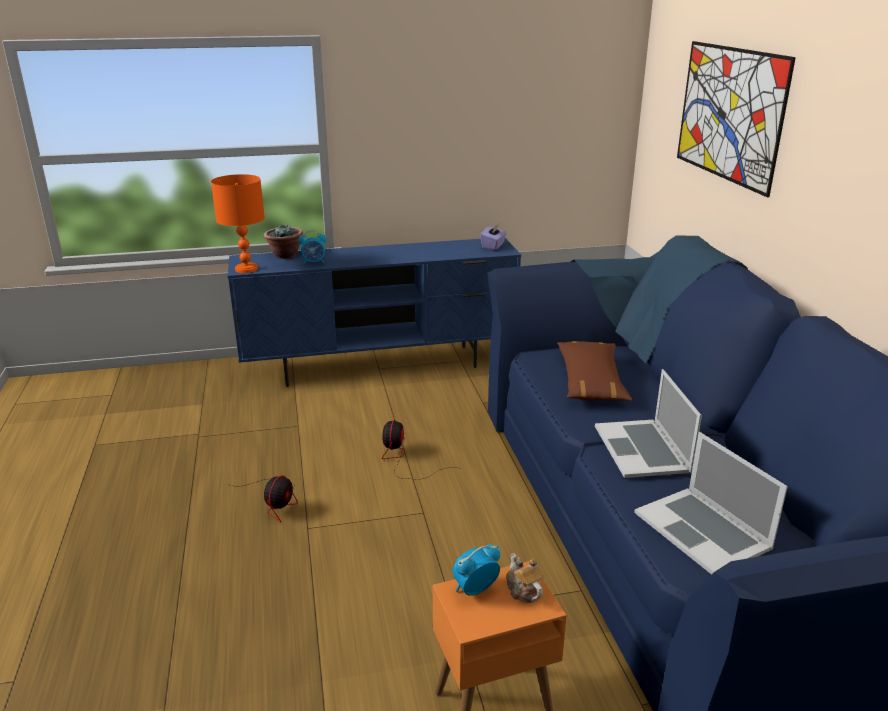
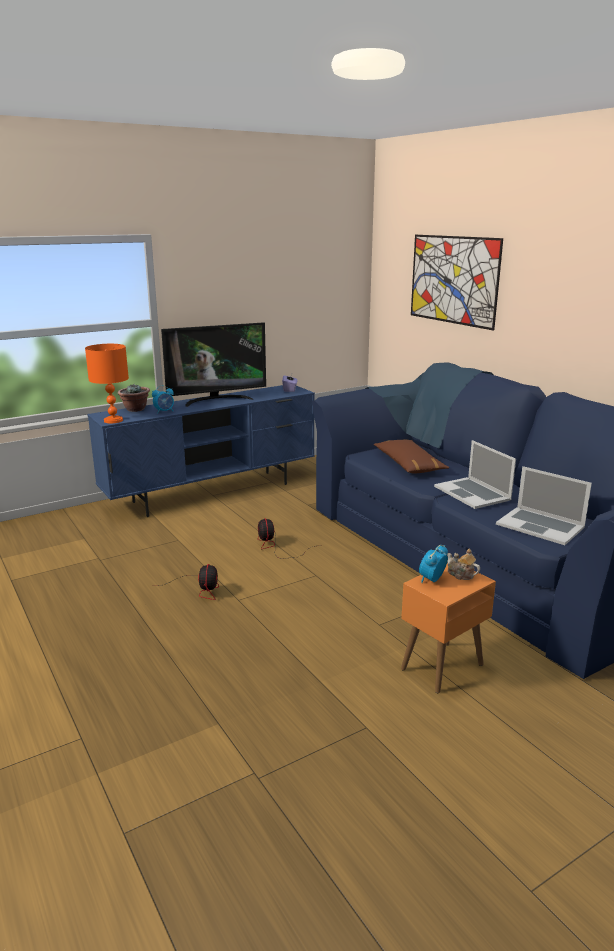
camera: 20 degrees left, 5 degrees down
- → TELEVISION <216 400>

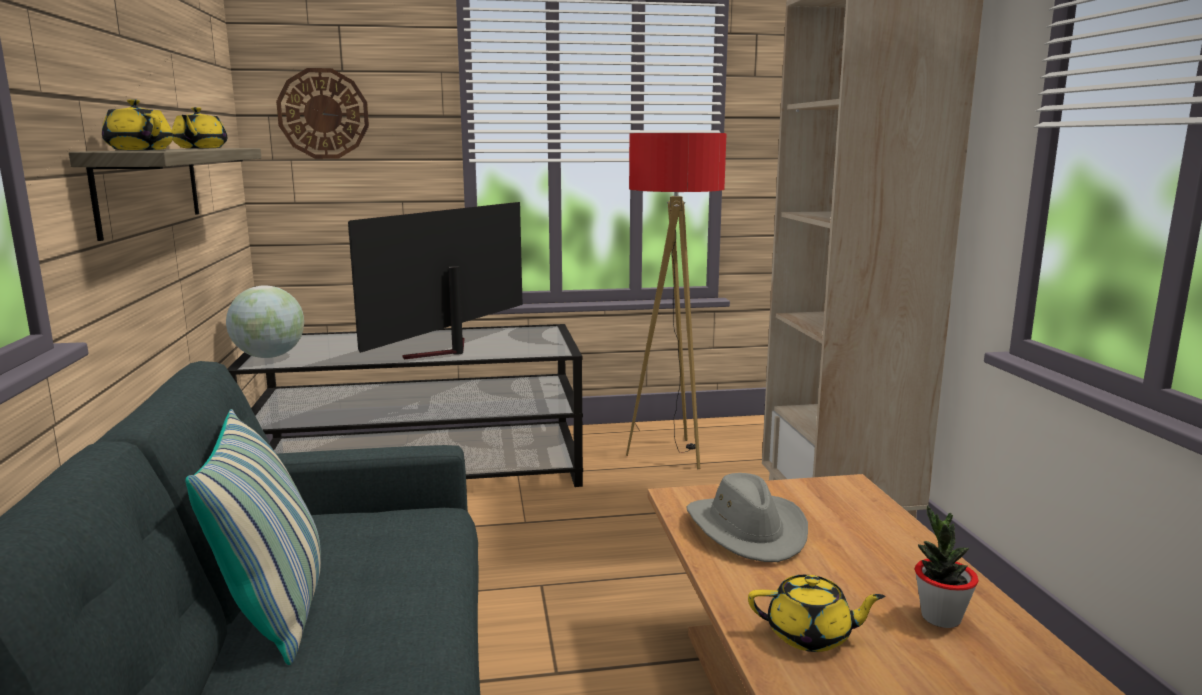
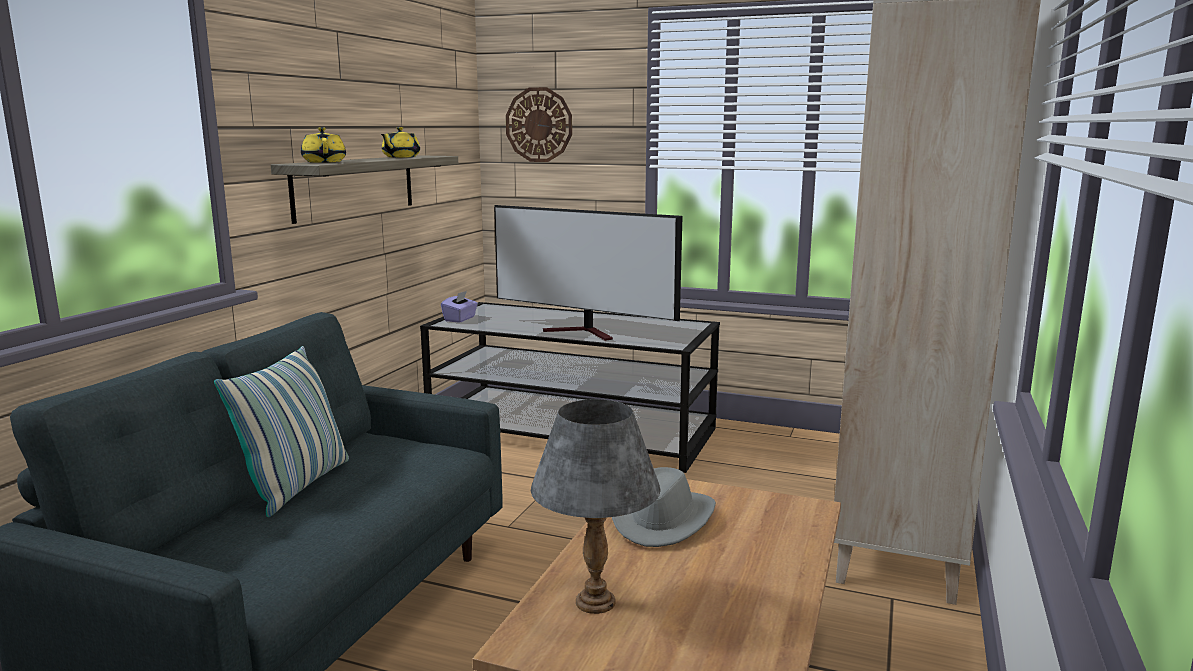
camera: 30 degrees right, 0 degrees up
GLOBE <269 356> → PURPLE TISSUE BOX <460 319>
TELEVISION <445 352> → TELEVISION <585 332>, 120 degrees counterclockwise
FLOOR LAMP <671 454> → -
YELLOW TEAPOT <810 635> → GREY TABLE LAMP <596 602>
POTTED PLANT <940 617> → -

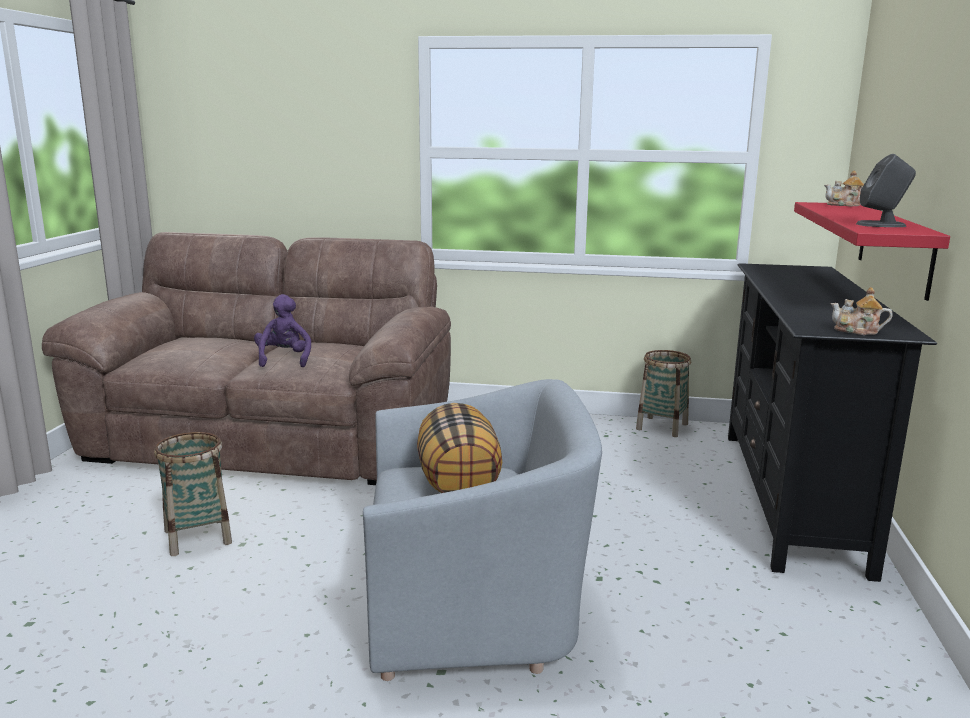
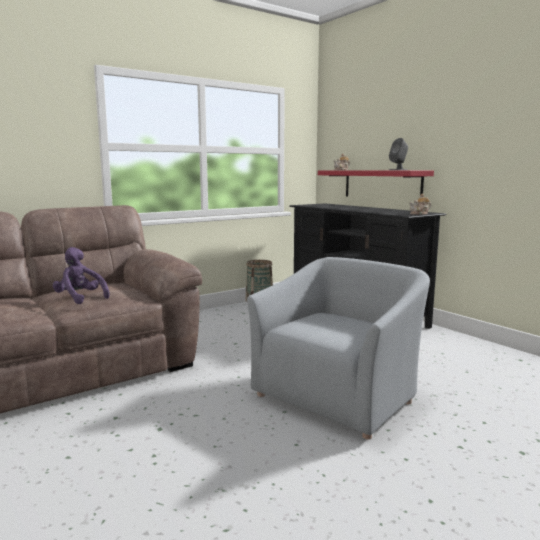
camera: 45 degrees left, 5 degrees down
BASKET <198 537> → -
PILLOW <459 484> → -

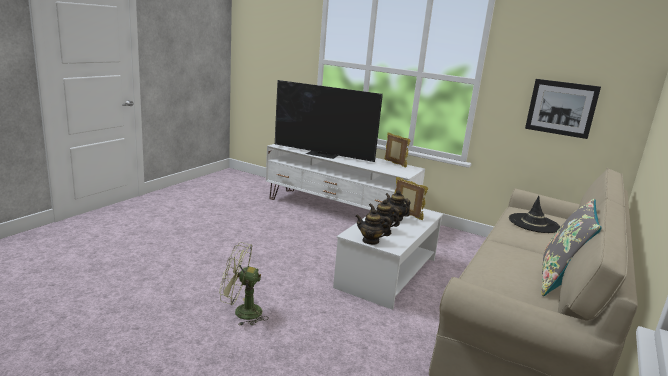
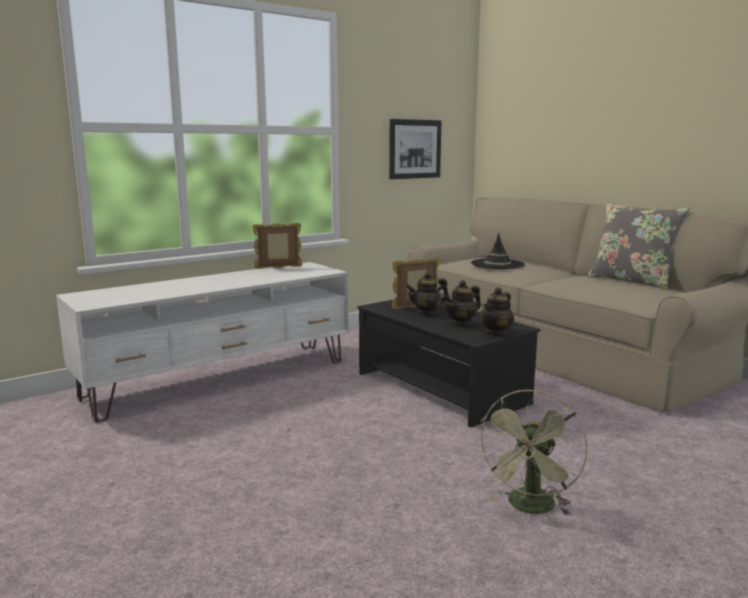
camera: 65 degrees left, 5 degrees down
TELEVISION <323 154> → -
WHITE COFFEE TABLE <387 273> → BLACK COFFEE TABLE <441 388>

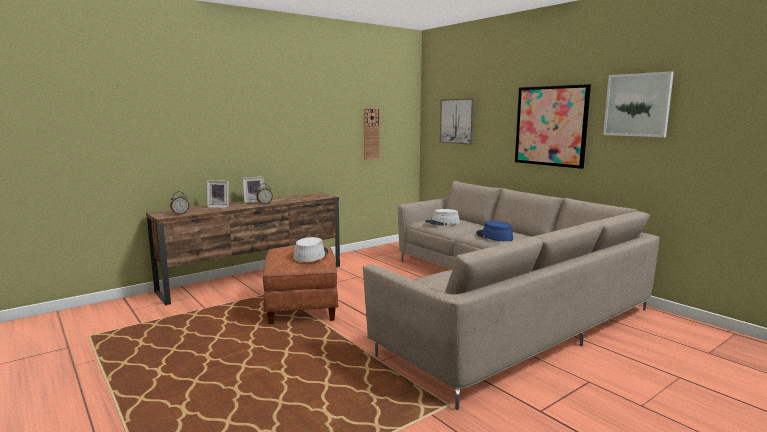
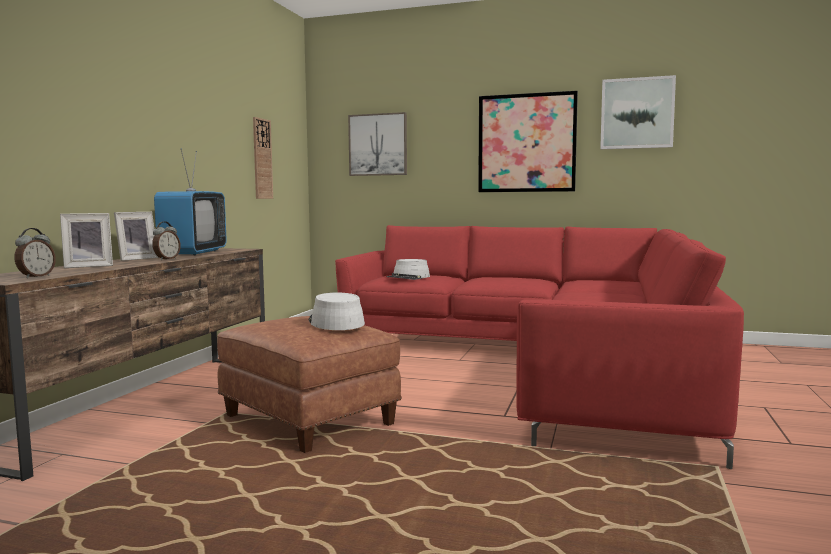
camera: 35 degrees left, 5 degrees down
BEIGE SOFA <499 302> → RED SOFA <542 362>
BLUE HAT <494 236> → -
- → TELEVISION <193 253>

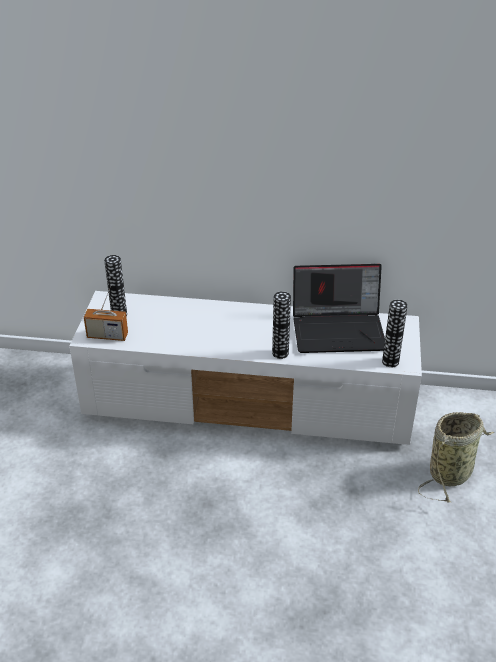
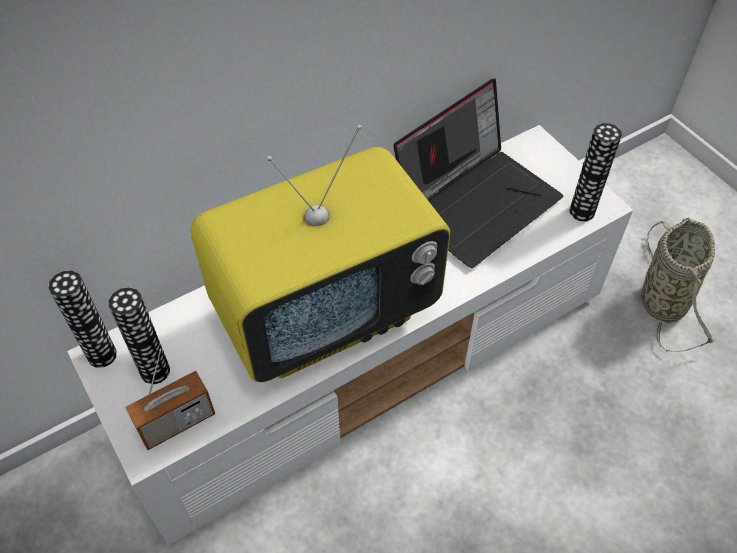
camera: 40 degrees left, 15 degrees up
VASE <280 353> → VASE <102 355>, shifted
- → TELEVISION <326 312>

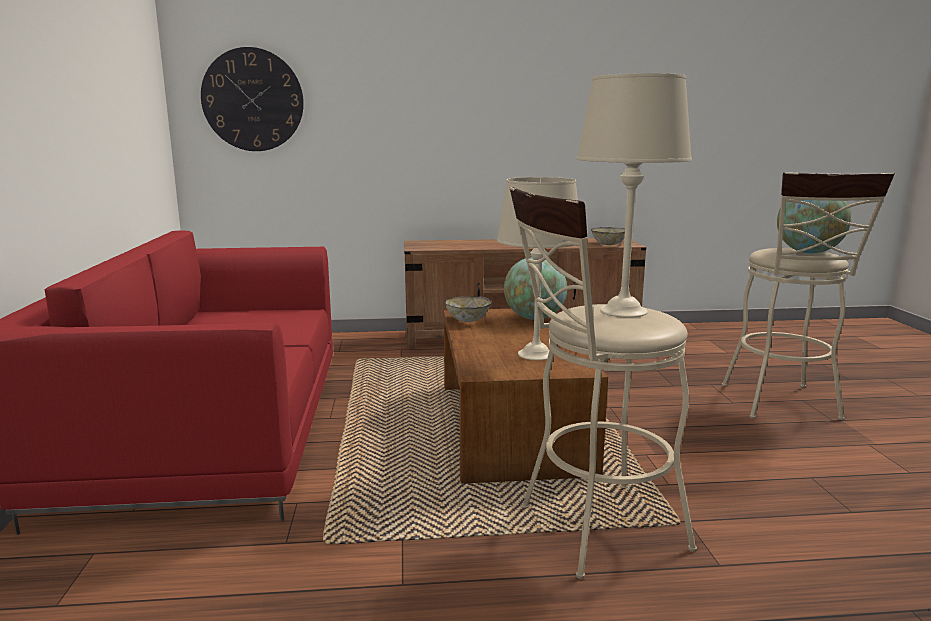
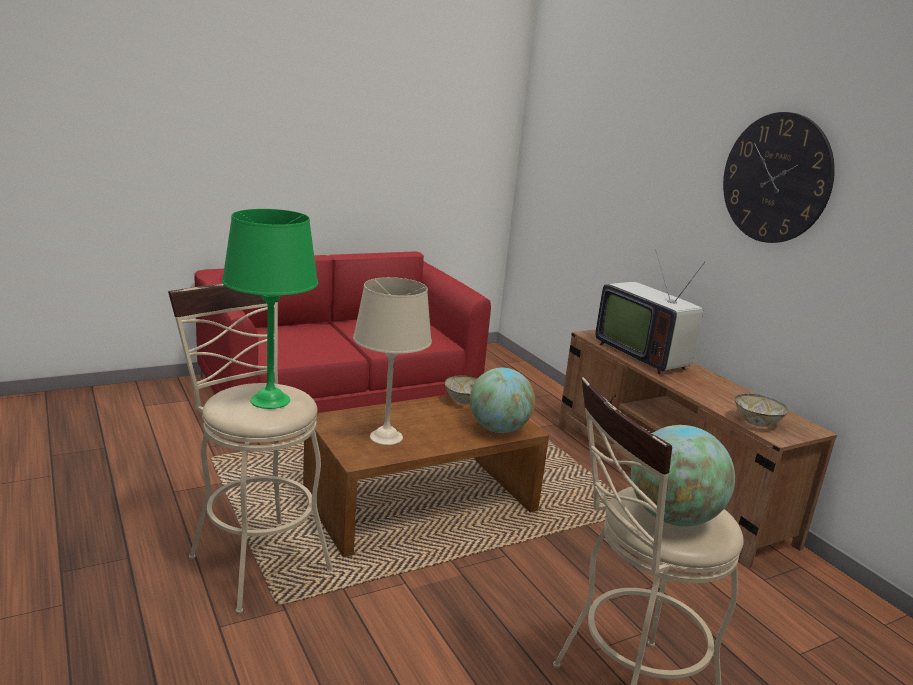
camera: 65 degrees right, 5 degrees up
WALL CLOCK <253 100> → WALL CLOCK <776 178>, shifted
BEIGE TABLE LAMP <624 311> → GREEN TABLE LAMP <269 400>
- → TELEVISION <643 355>

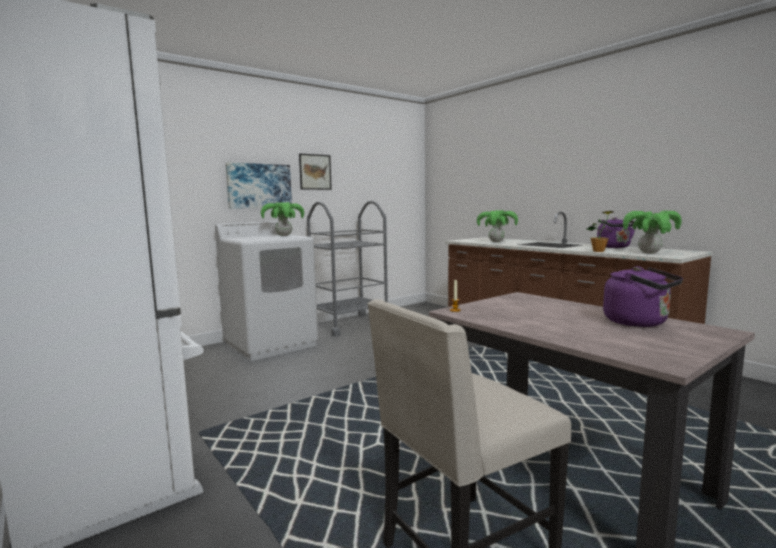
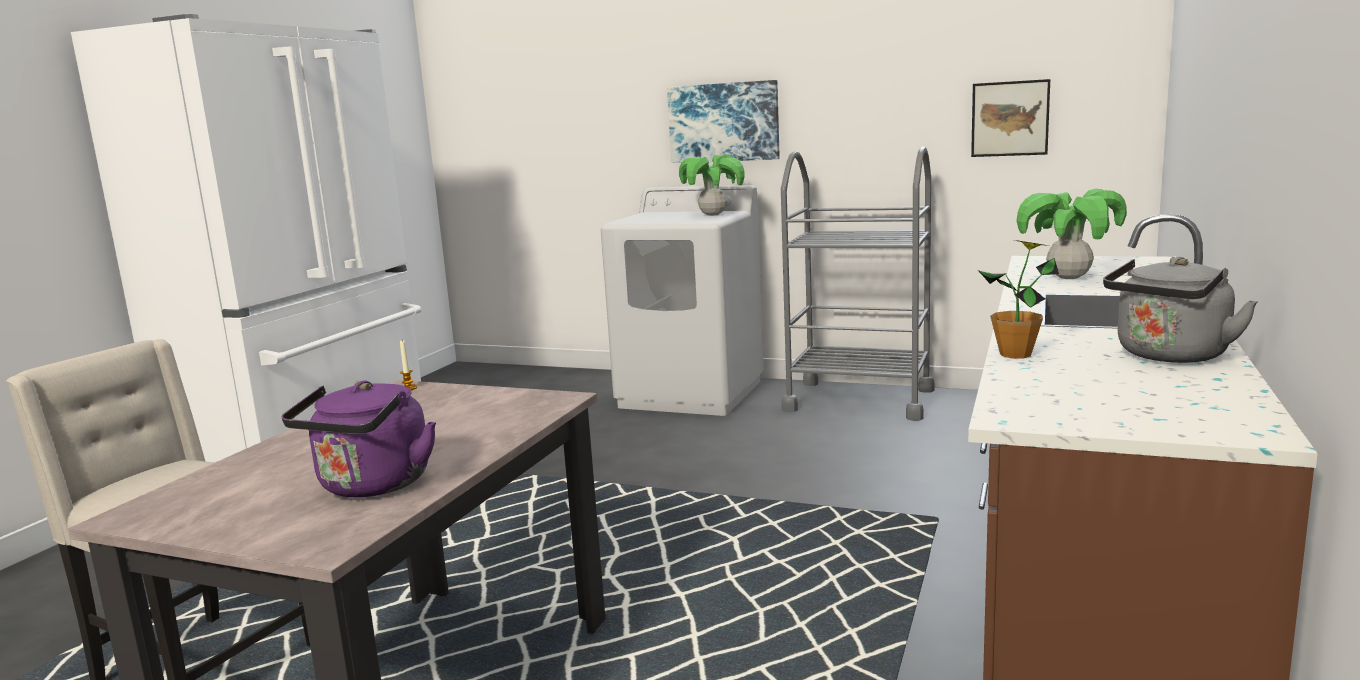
camera: 60 degrees right, 5 degrees up
PICTURE <315 172> → PICTURE <1010 118>, shifted
PURPLE KETTLE <615 247> → GREY KETTLE <1169 356>
POTTED PLANT <649 253> → -

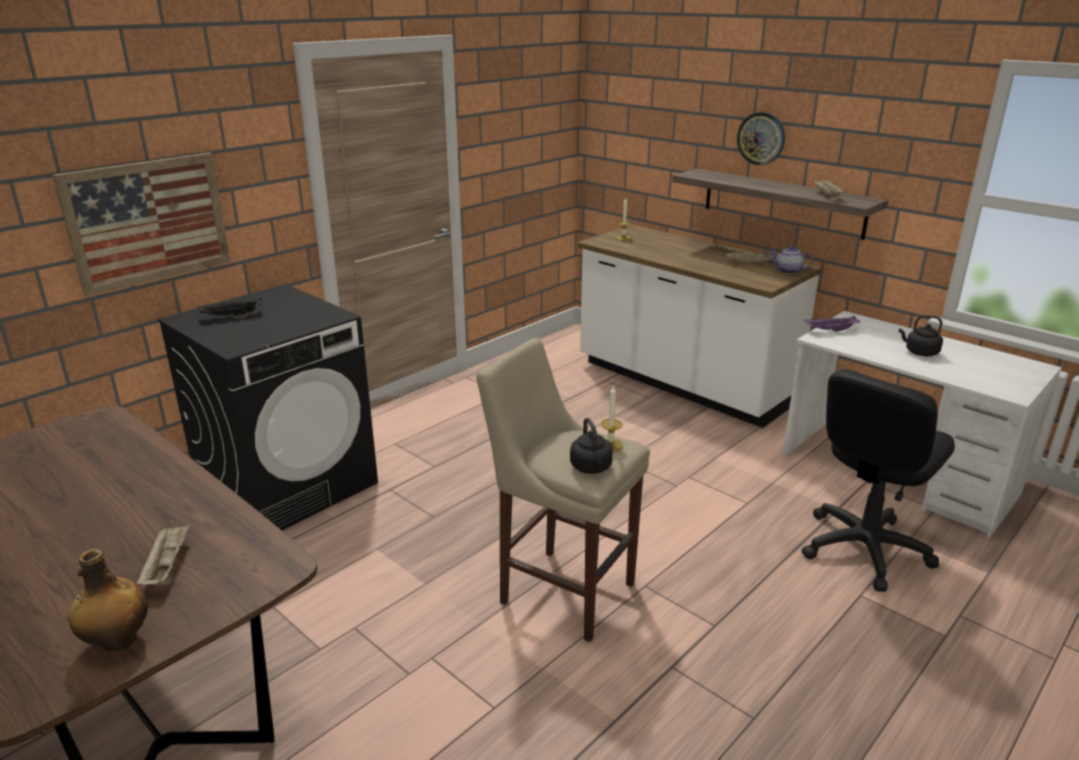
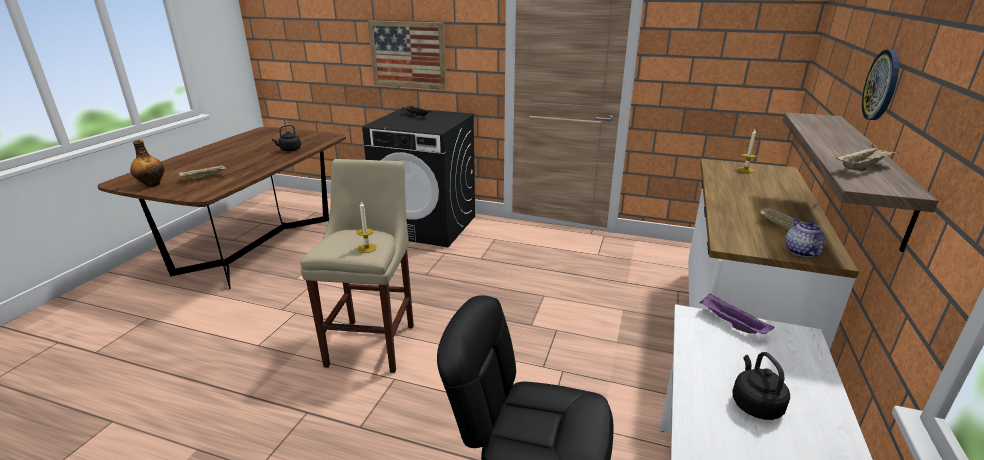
camera: 65 degrees right, 0 degrees up
BLACK KETTLE <591 468> → BLACK KETTLE <289 150>, shifted

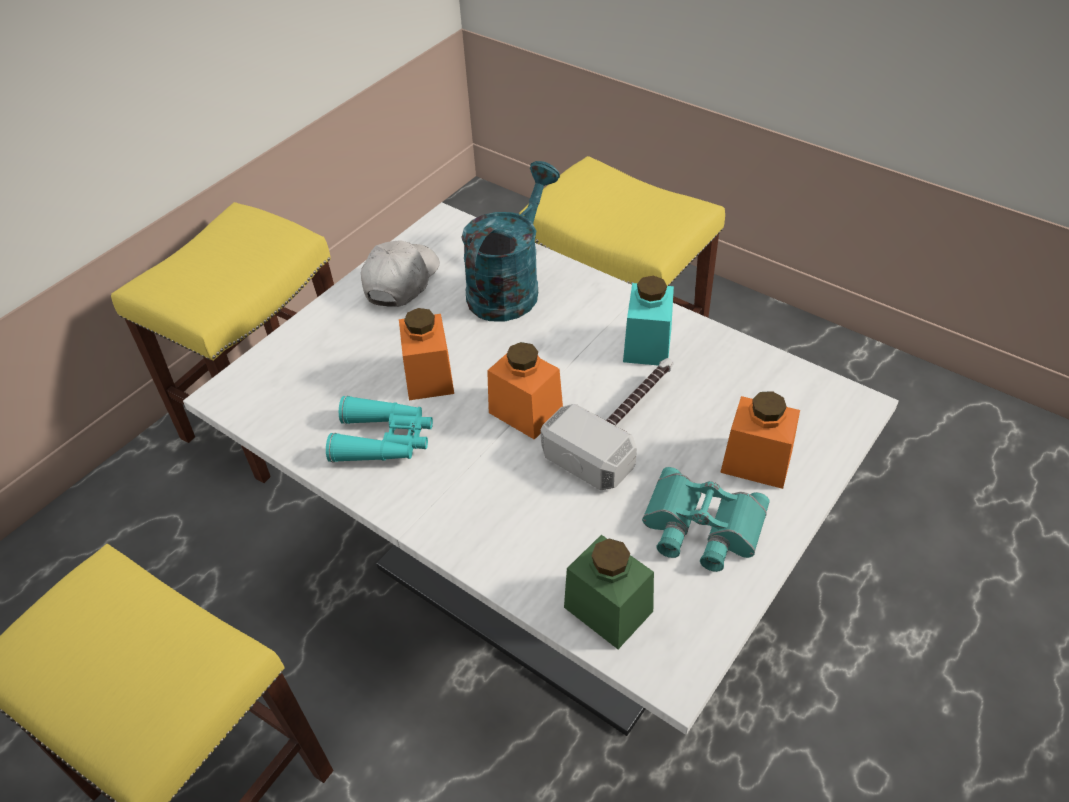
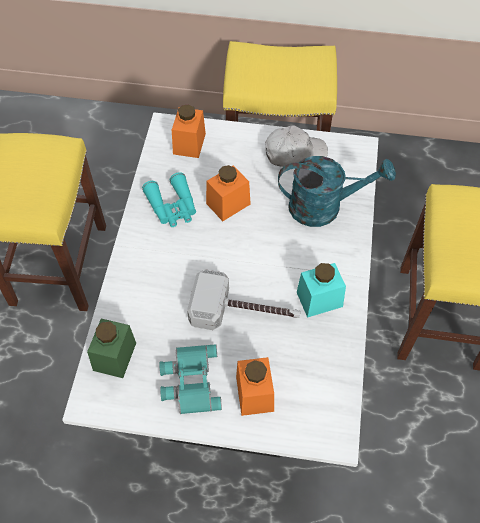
camera: 60 degrees right, 10 degrees up
ORANGE JAR <526 412> → ORANGE JAR <189 143>, shifted

